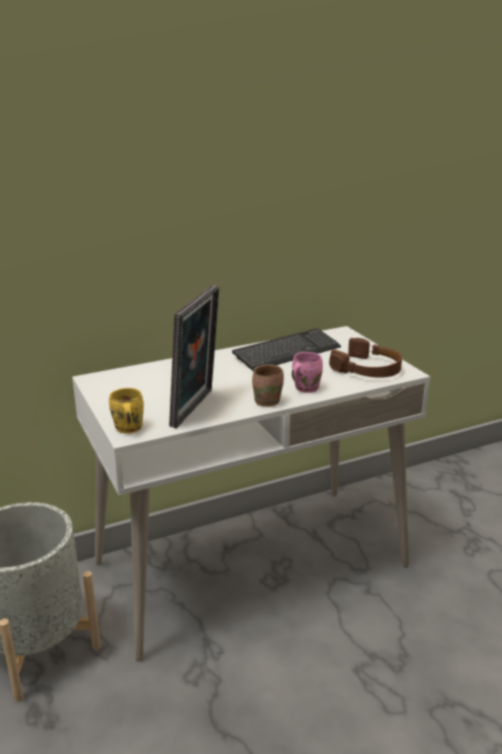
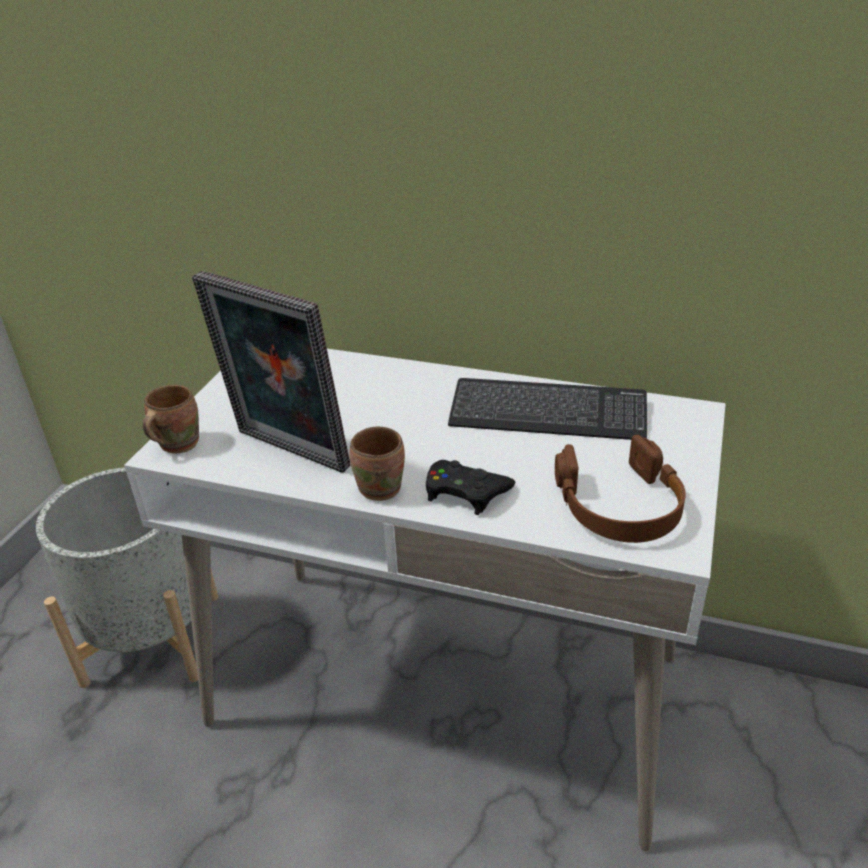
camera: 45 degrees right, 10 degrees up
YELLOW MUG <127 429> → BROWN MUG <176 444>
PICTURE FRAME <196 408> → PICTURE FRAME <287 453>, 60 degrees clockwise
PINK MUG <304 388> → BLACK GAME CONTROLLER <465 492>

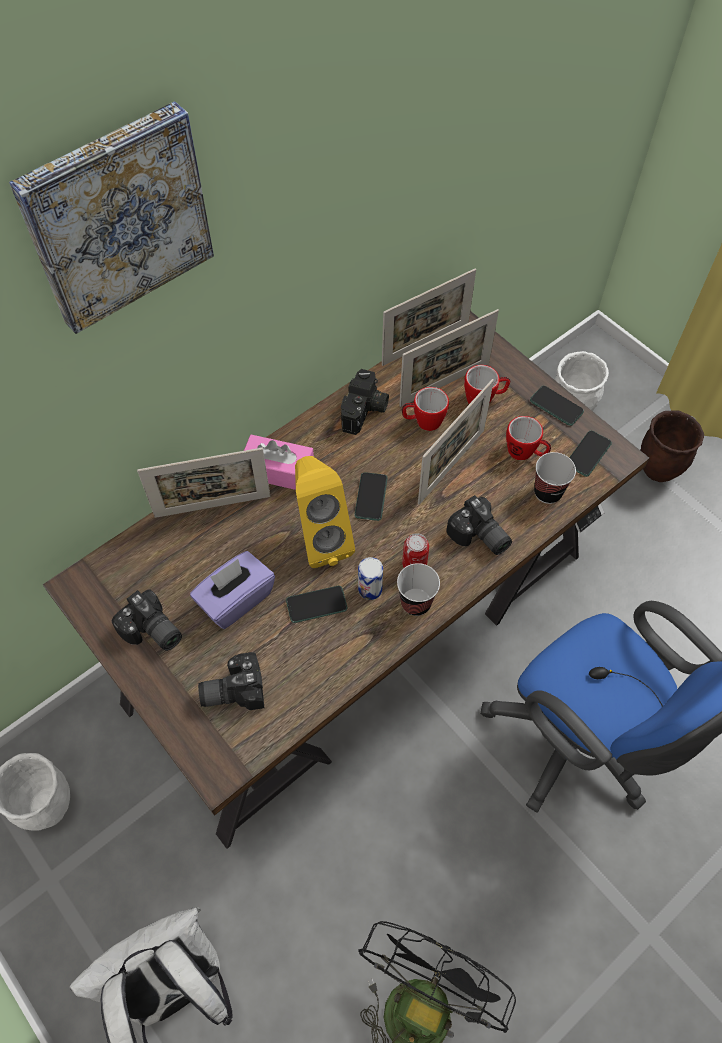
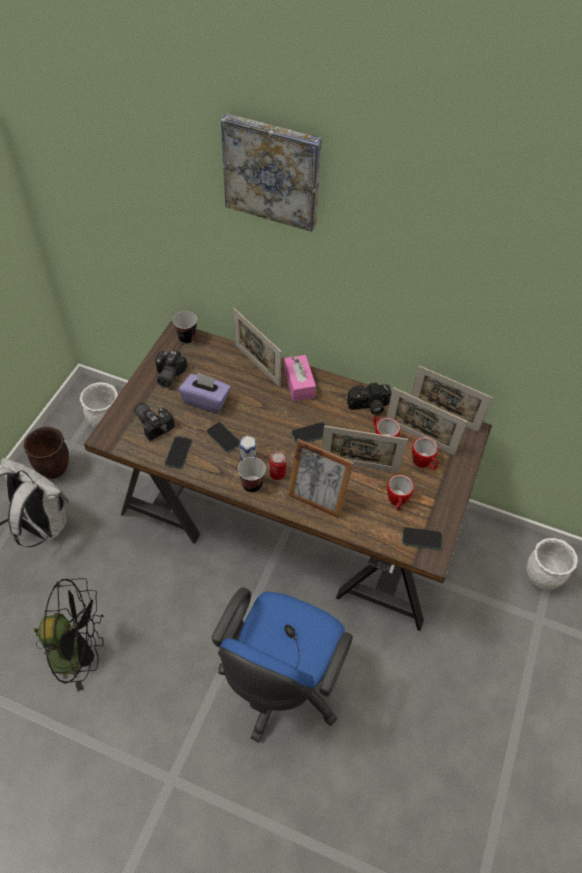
camera: 60 degrees right, 5 degrees down
YELLOW SPEAKER <321 538> → -
PHOTO CAMERA <479 537> → PICTURE FRAME <316 500>
PHONE <556 406> → PHONE <178 453>, shifted
CUP <548 492> → CUP <187 338>, shifted
BROWN PLANTER <659 469> → BROWN PLANTER <55 470>, shifted

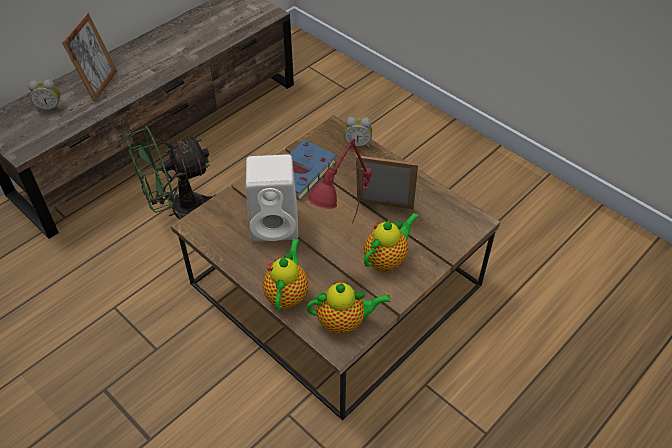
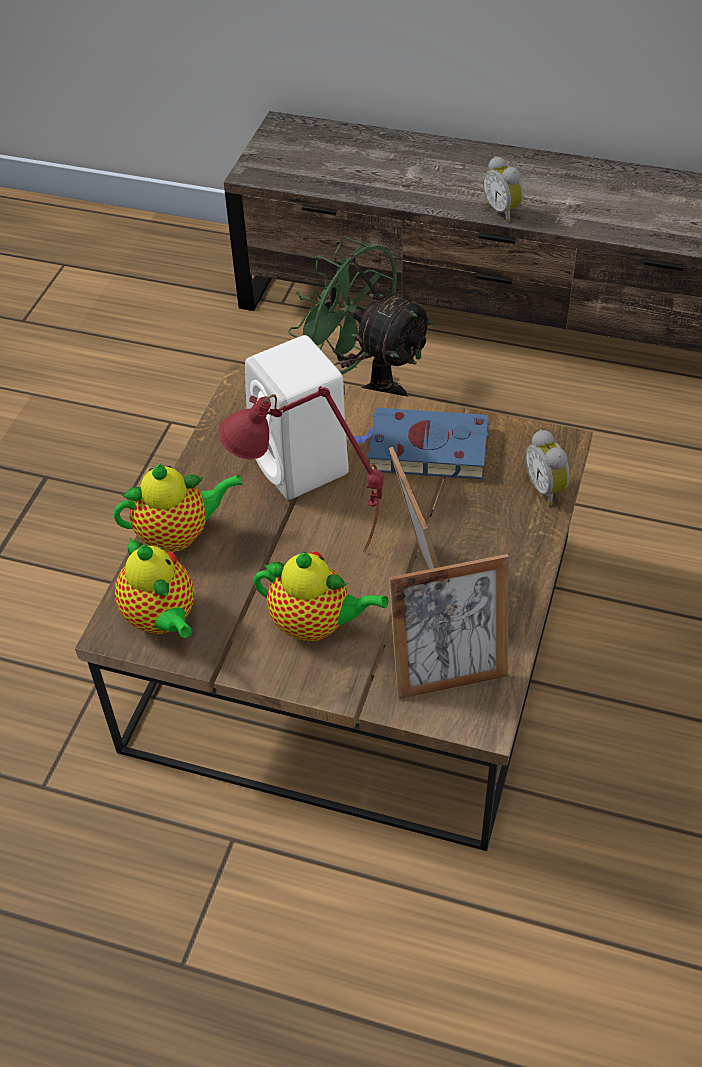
camera: 65 degrees right, 0 degrees up
ALARM CLOCK <50 107> → ALARM CLOCK <503 211>, shifted
PICTURE FRAME <99 85> → PICTURE FRAME <448 673>, shifted

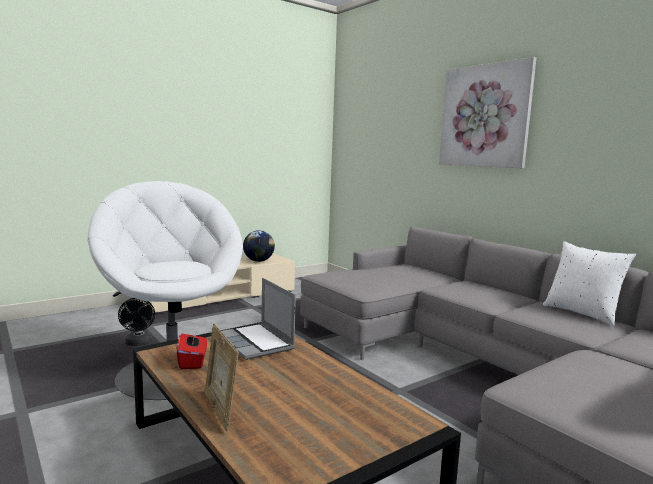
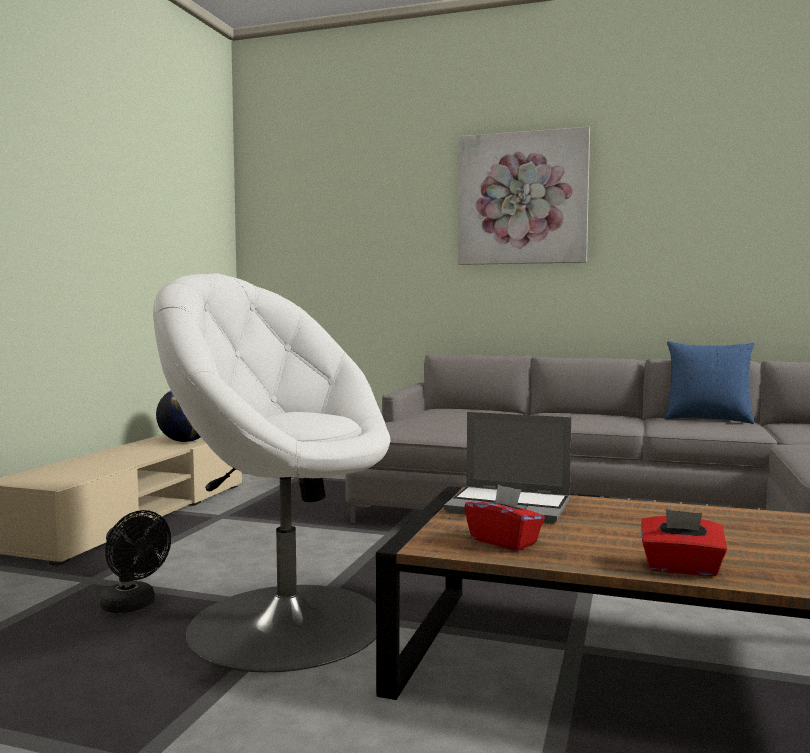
camera: 35 degrees left, 5 degrees down
PICTURE FRAME <220 410> → RED TISSUE BOX <681 568>
WHITE PILLOW <582 313> → BLUE PILLOW <707 419>

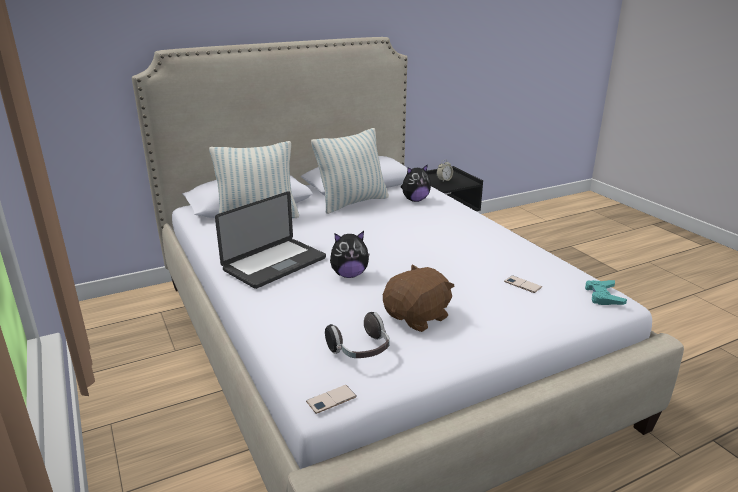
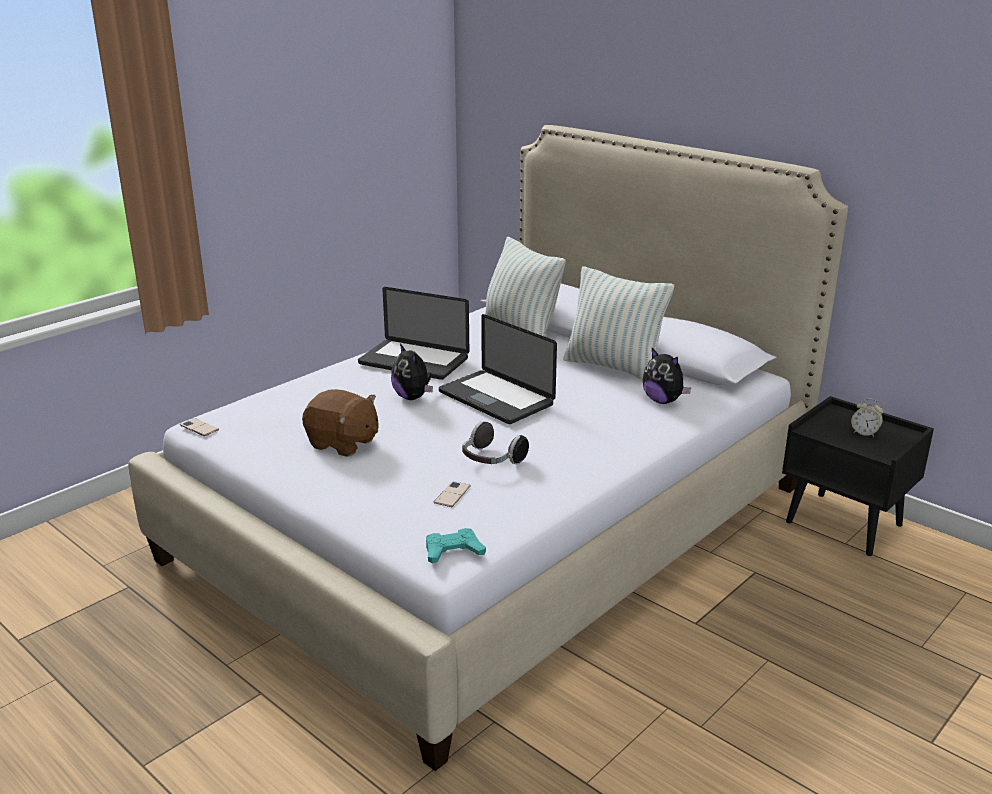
camera: 70 degrees right, 0 degrees up
HEADPHONES <360 351> → HEADPHONES <491 460>, shifted
- → LAPTOP <496 398>

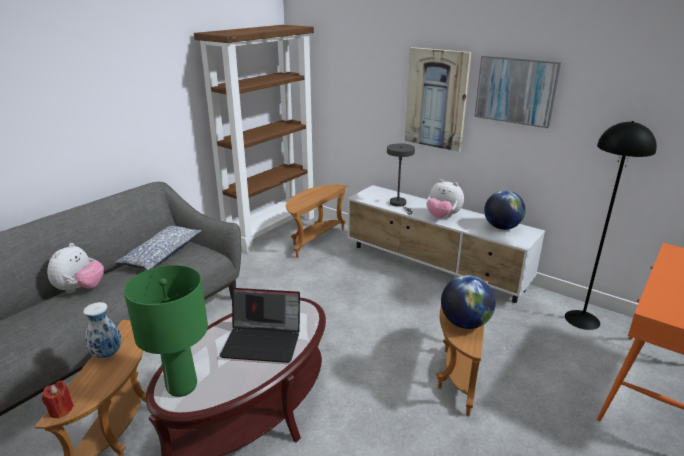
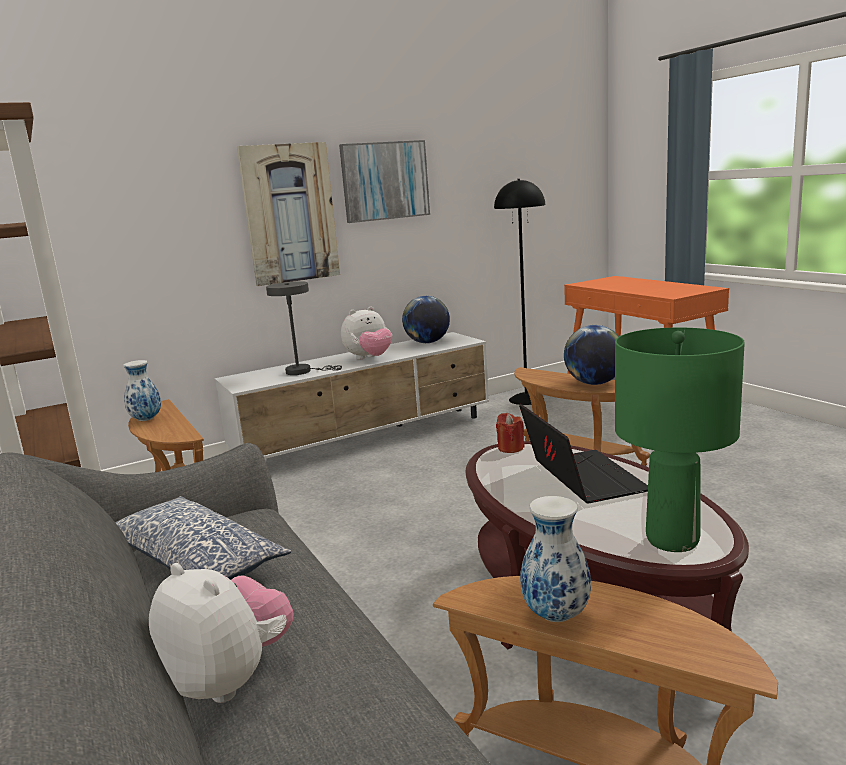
camera: 65 degrees left, 10 degrees down
RED CANDLE <61 410> → RED CANDLE <510 448>, shifted
LAPTOP <263 342> → LAPTOP <580 478>, 45 degrees counterclockwise
- → VASE <146 420>

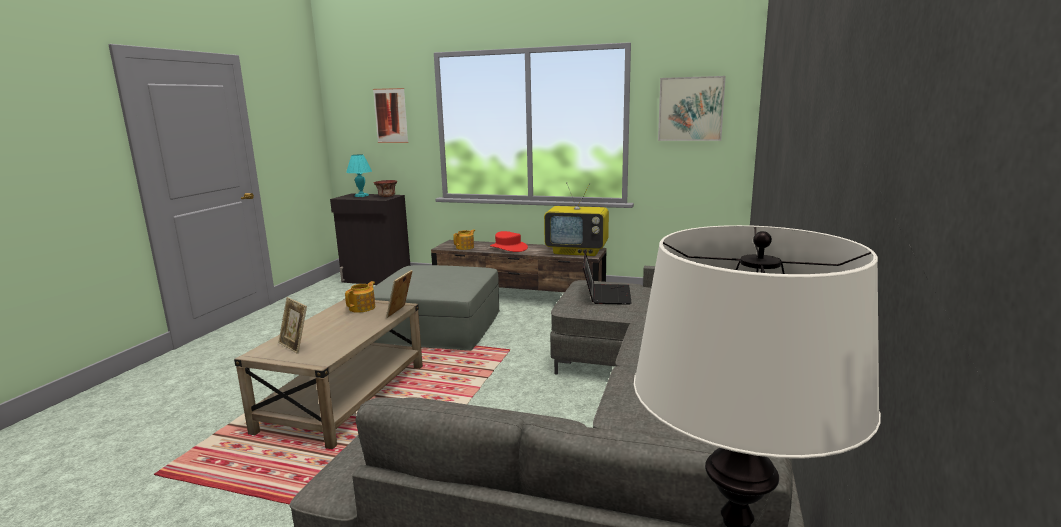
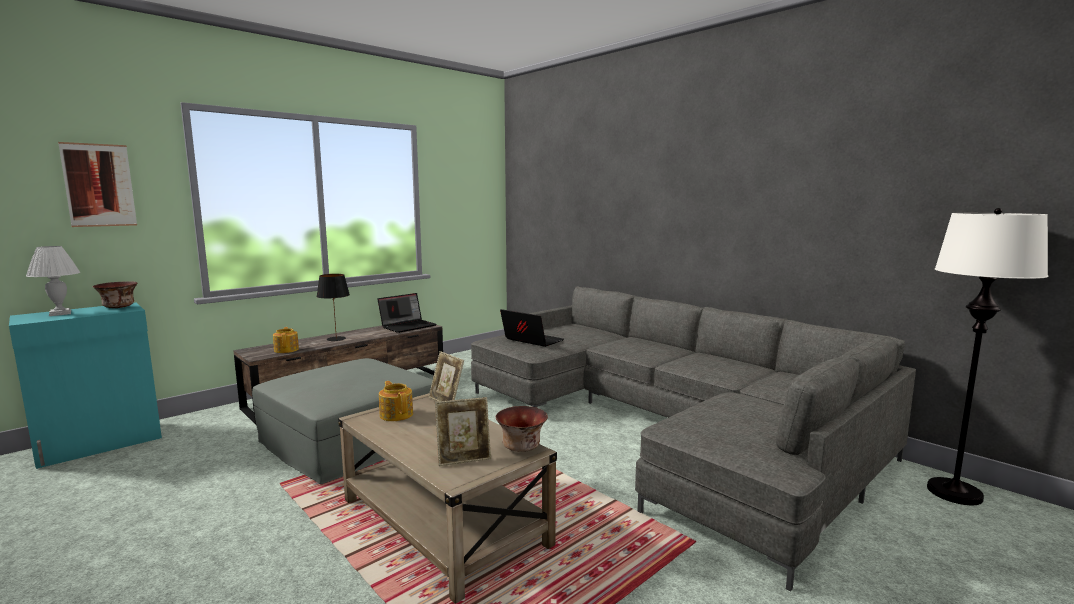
camera: 60 degrees left, 5 degrees down
BLACK CABINET <376 280> → TURQUOISE CABINET <101 444>
TURQUOISE TABLE LAMP <361 196> → WHITE TABLE LAMP <59 314>
RED HAT <508 248> → BLACK TABLE LAMP <336 339>
TELEVISION <577 251> → LAPTOP <408 326>
PICTURE <690 109> → -
- → BOWL <521 447>

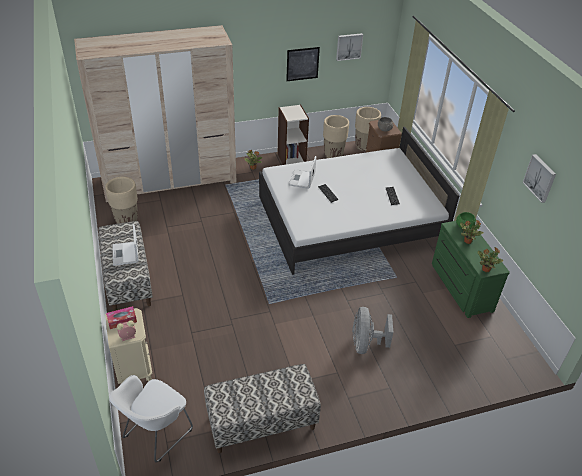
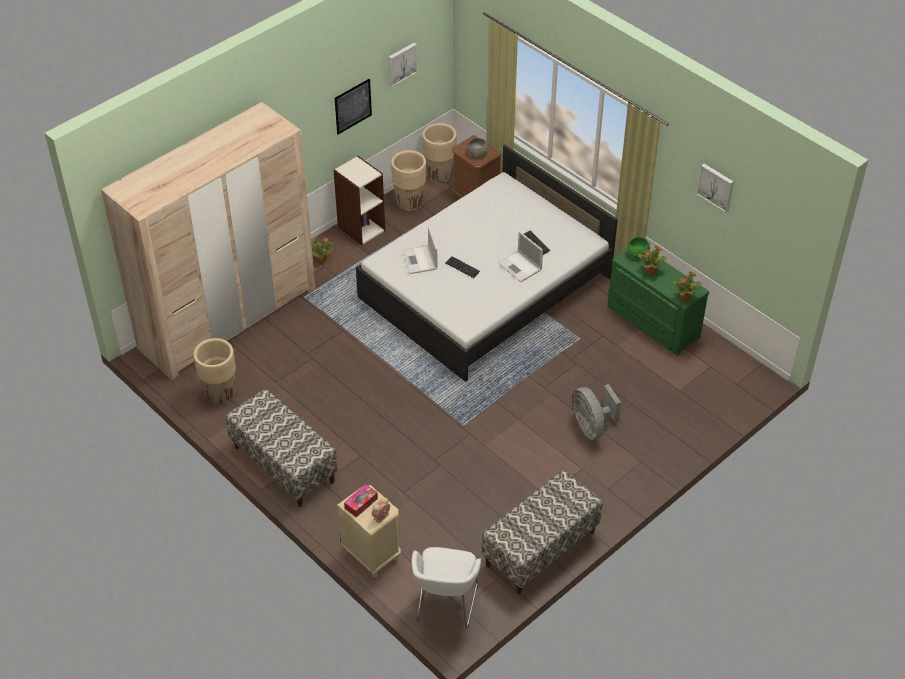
camera: 25 degrees left, 5 degrees up
LAPTOP <125 254> → LAPTOP <520 267>, shifted

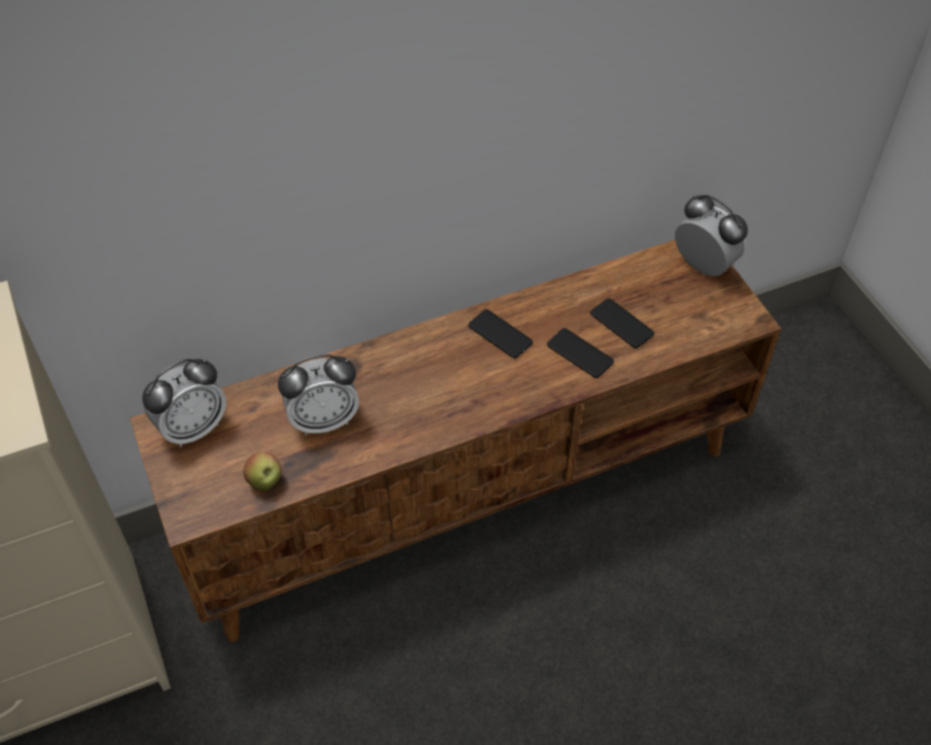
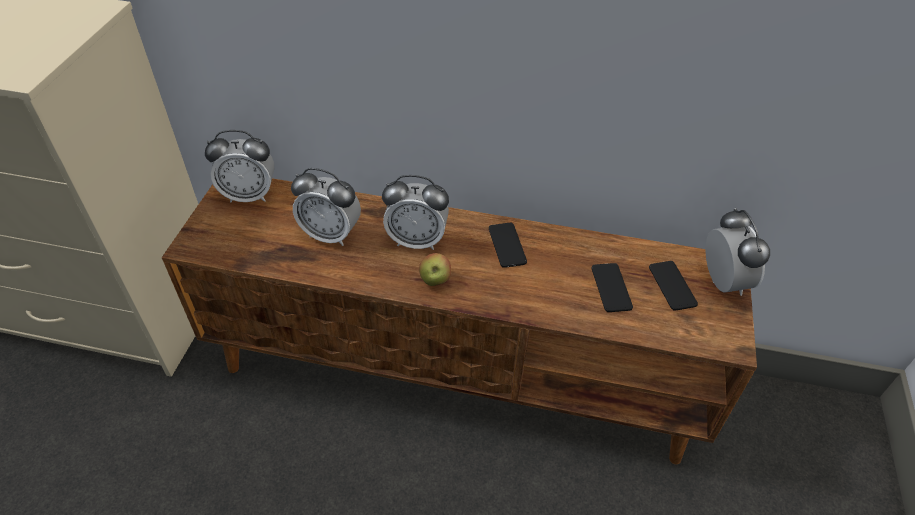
camera: 35 degrees right, 5 degrees down
APPLE <265 481> → APPLE <435 280>, shifted
PHONE <580 353> → PHONE <672 286>, shifted
- → ALARM CLOCK <417 240>

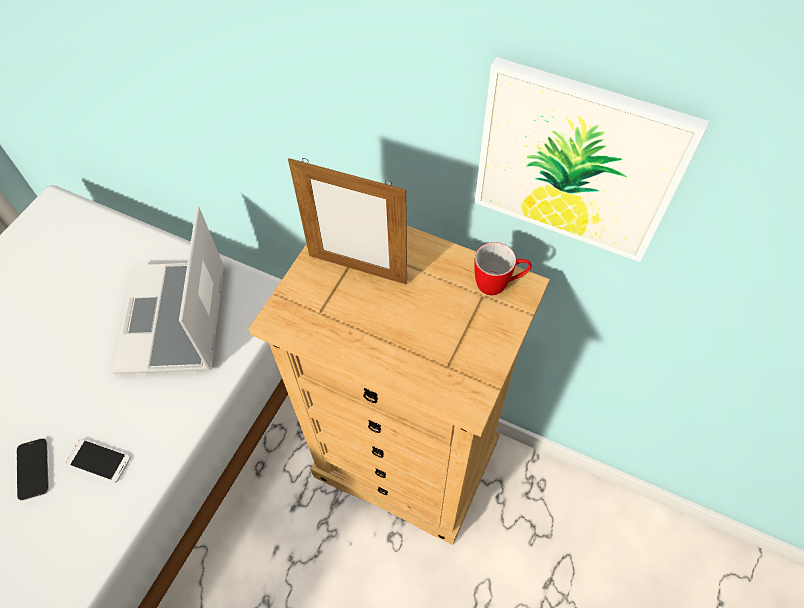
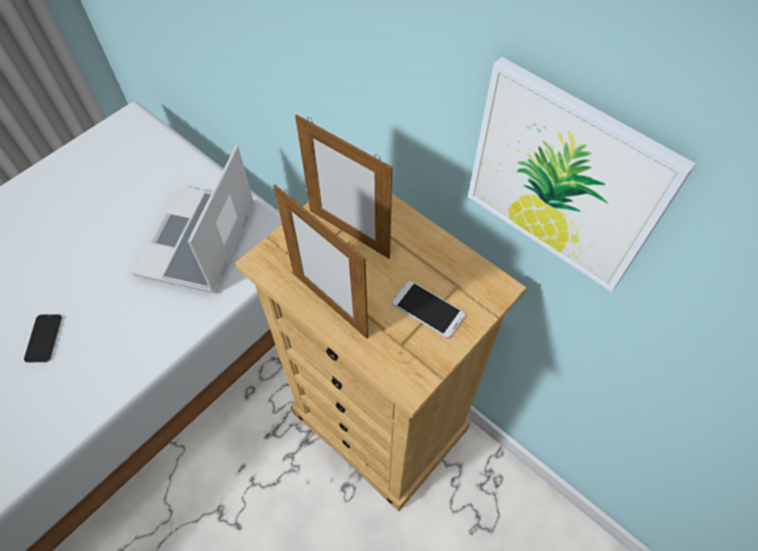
camera: 15 degrees right, 0 degrees up
PHONE <98 460> → PHONE <428 309>, shifted
MUG <499 285> → -
- → PICTURE FRAME <329 304>

